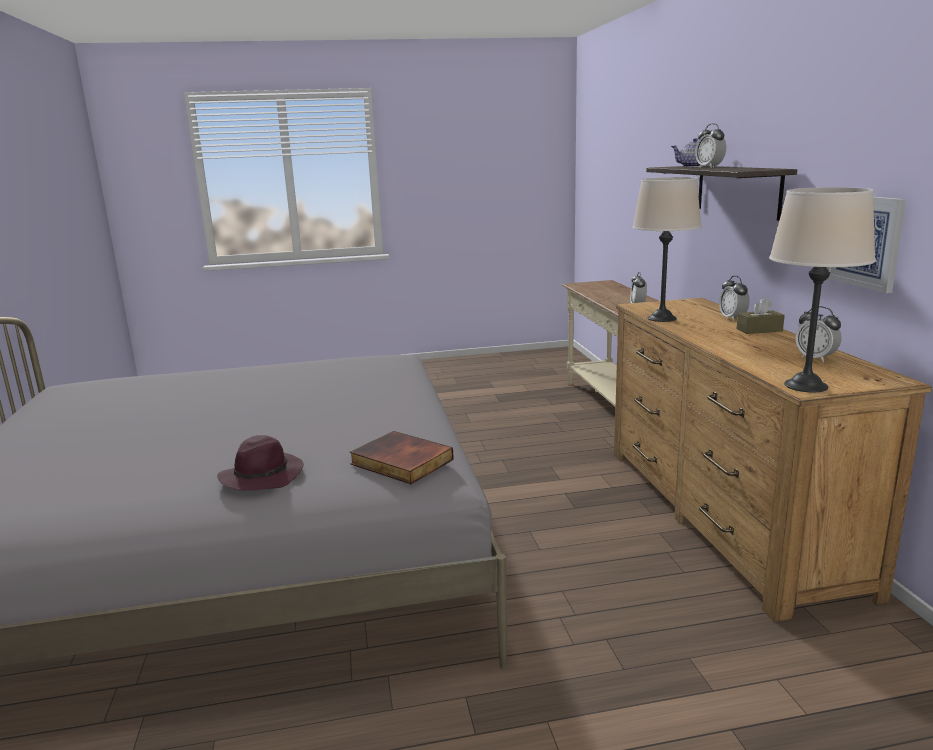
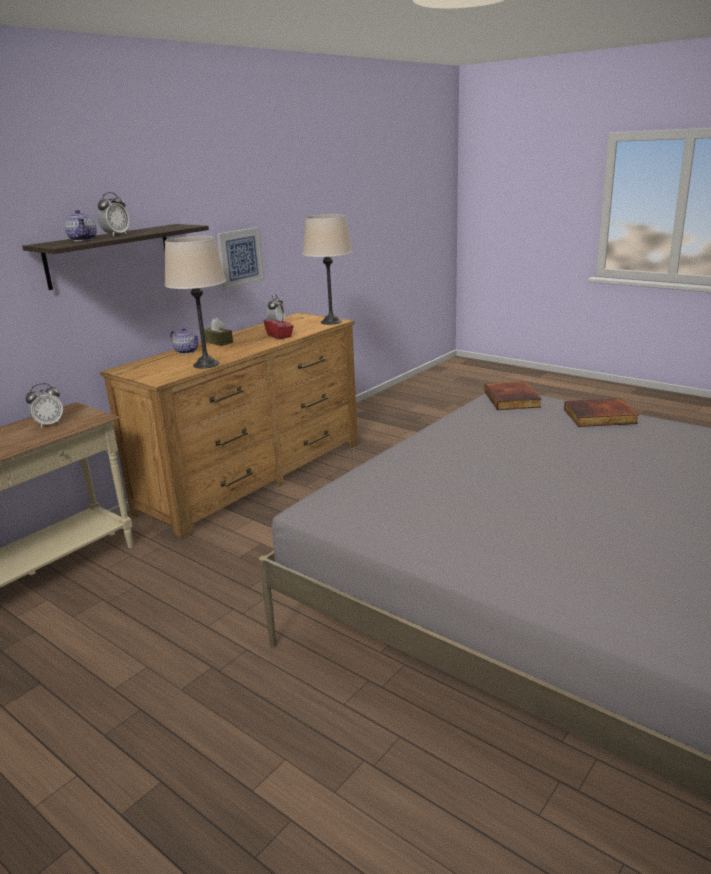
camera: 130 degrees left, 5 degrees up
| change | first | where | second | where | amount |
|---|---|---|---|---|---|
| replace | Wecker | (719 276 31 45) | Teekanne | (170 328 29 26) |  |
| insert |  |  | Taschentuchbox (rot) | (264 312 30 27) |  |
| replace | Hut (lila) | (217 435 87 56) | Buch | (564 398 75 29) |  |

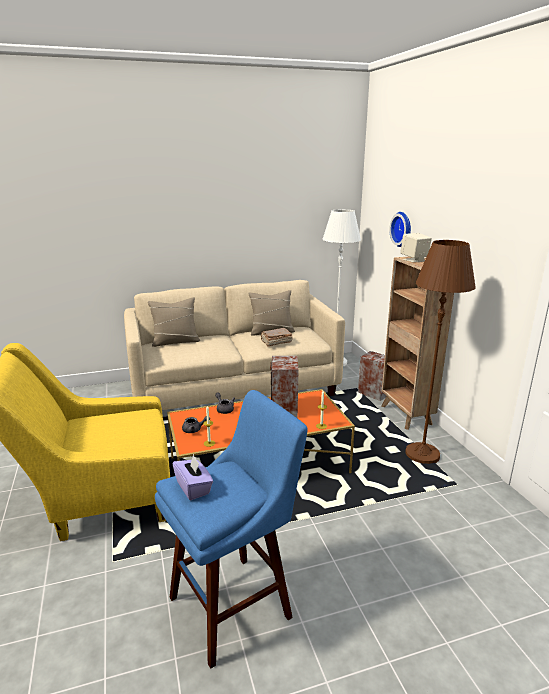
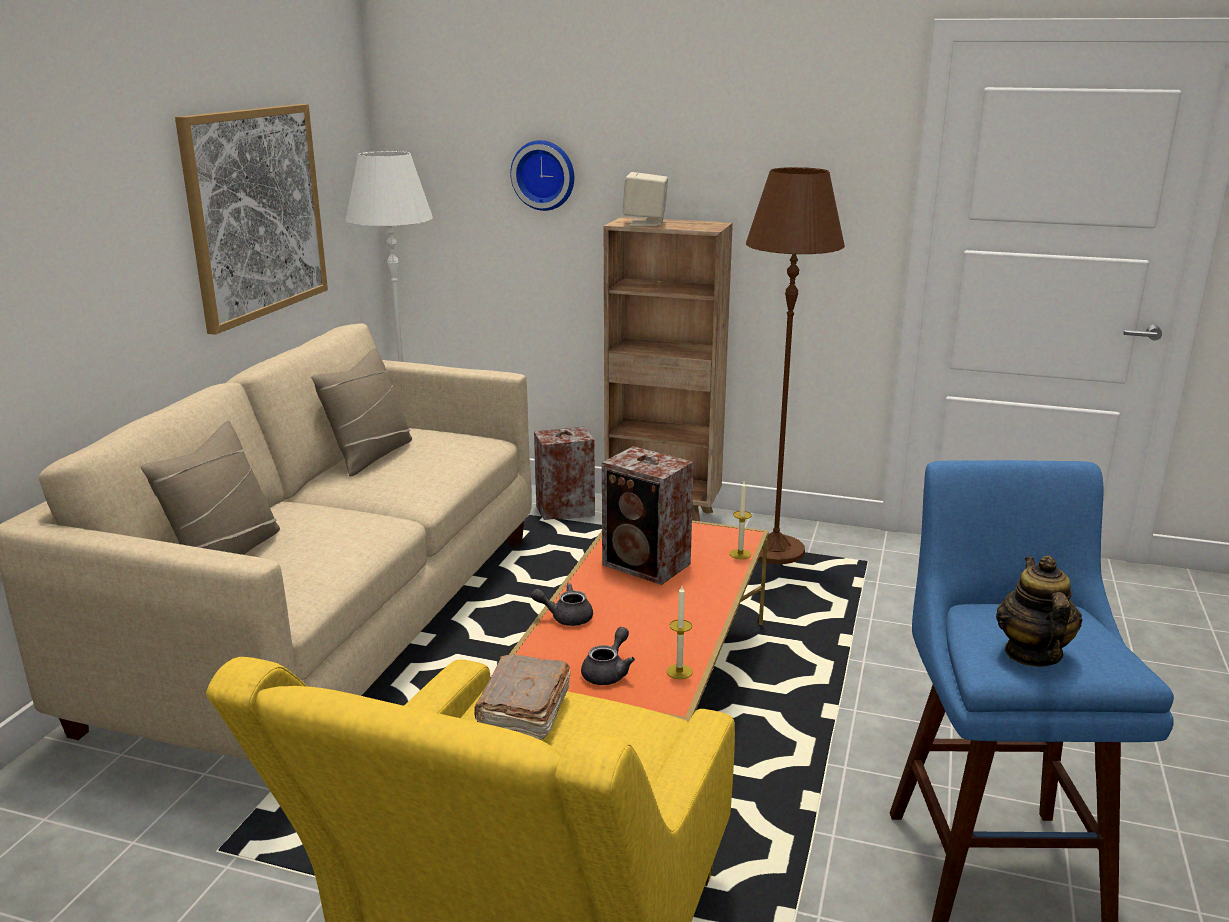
camera: 55 degrees left, 0 degrees up
| change | first | where | second | where | amount |
|---|---|---|---|---|---|
| insert |  |  | Bild | (175 104 153 231) |  |
| move | Buch (braun) | (261 328 32 19) |  | (475 654 96 86) |  |
| replace | Taschentuchbox (lila) | (173 454 40 46) | Teekanne | (996 555 86 112) |  |

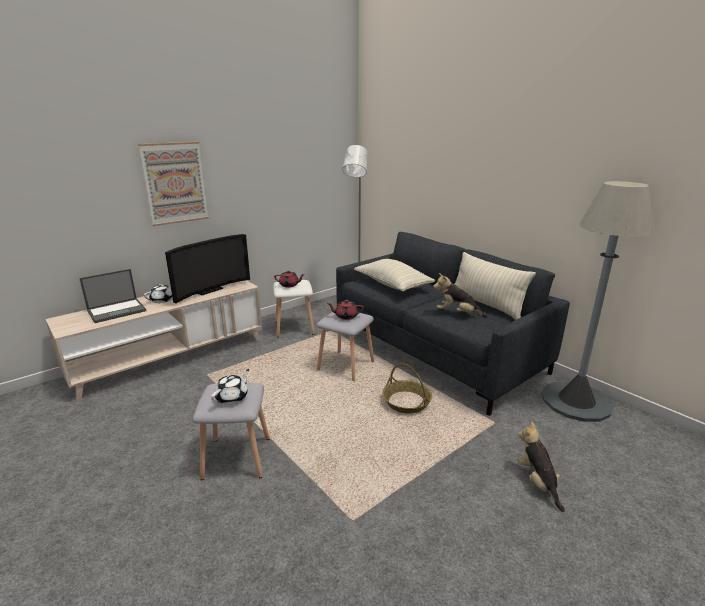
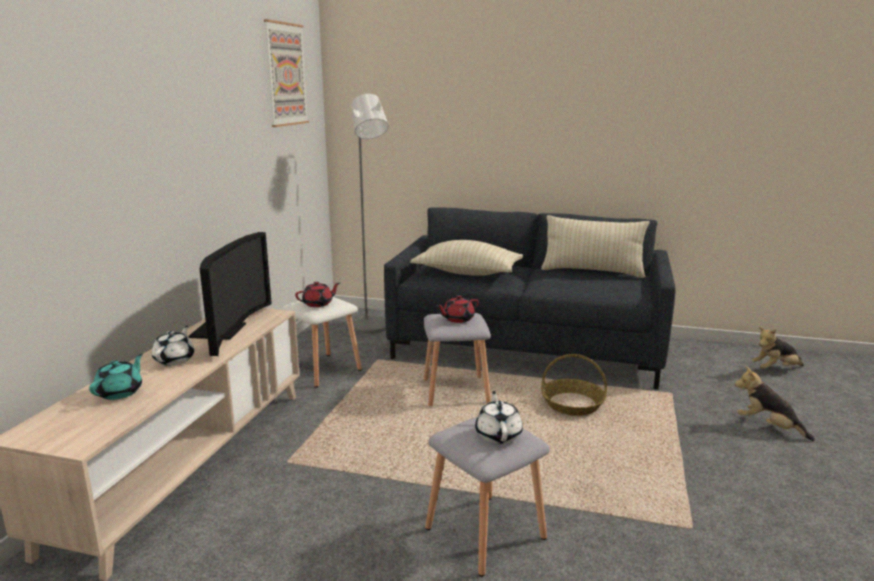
camera: 35 degrees left, 5 degrees down
| change | first | where | second | where | amount |
|---|---|---|---|---|---|
| replace | Laptop | (79 269 67 54) | Teekanne (türkis) | (89 354 54 46) |  |
| move | Bild | (138 142 71 84) |  | (264 19 45 108) |  |
| move | Plüschtier | (433 273 55 45) |  | (752 327 51 42) |  |
| delete | Stehlampe (grau) | (541 181 114 241) |  |  |  |

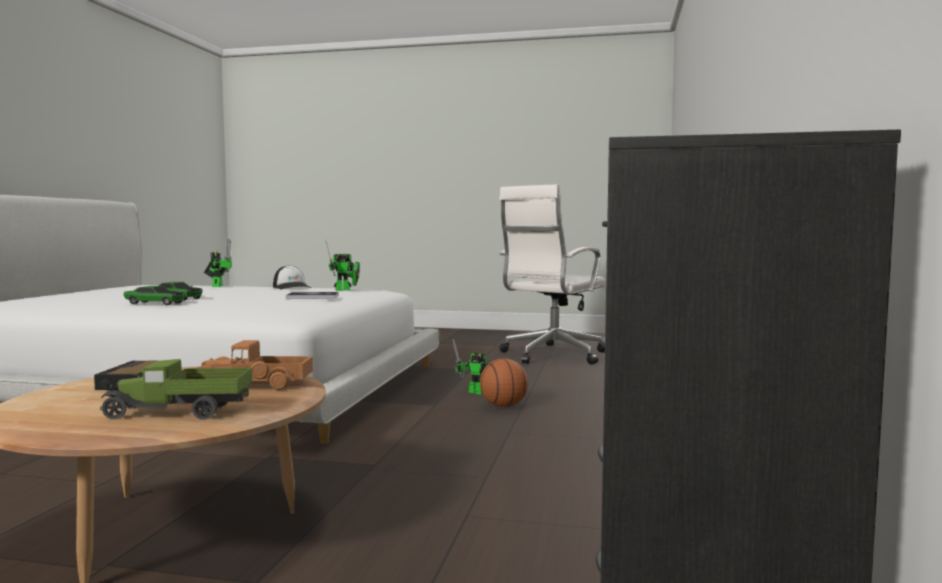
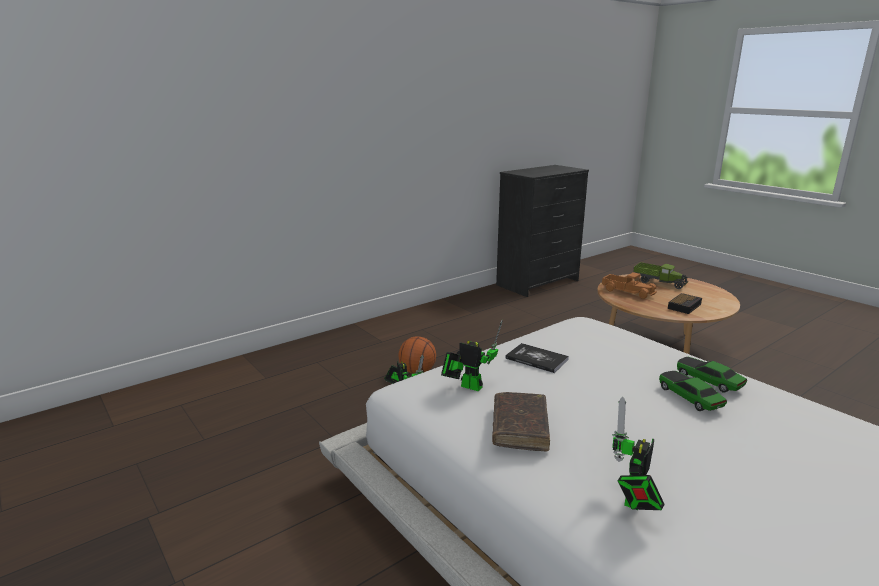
camera: 140 degrees left, 15 degrees up
| change | first | where | second | where | amount |
|---|---|---|---|---|---|
| replace | Kappe | (273 265 38 24) | Buch (braun) | (492 392 58 59) |  |
| delete | Bürostuhl (weiß) | (499 184 107 181) |  |  |  |

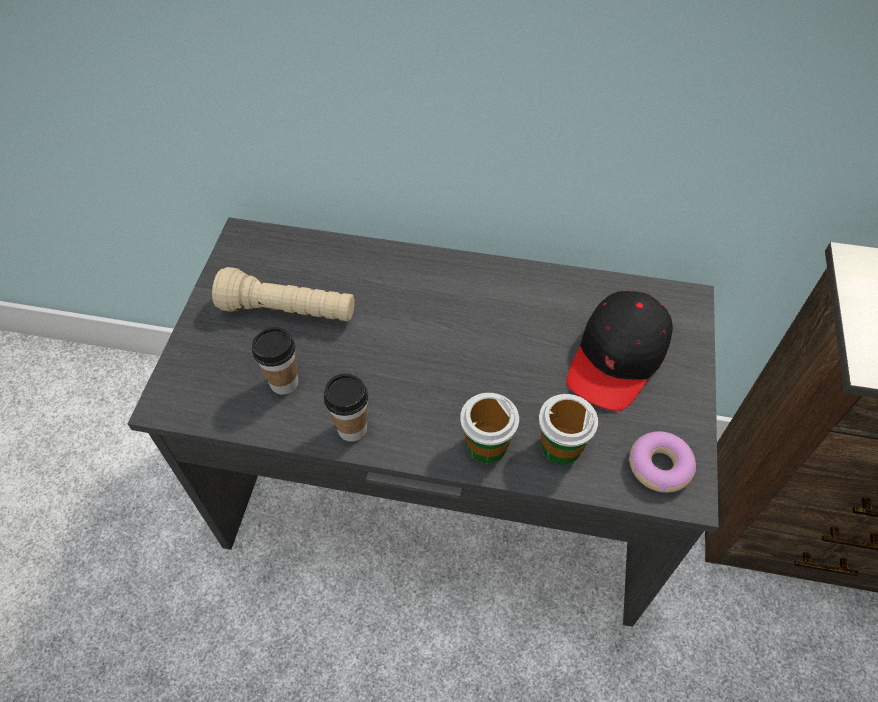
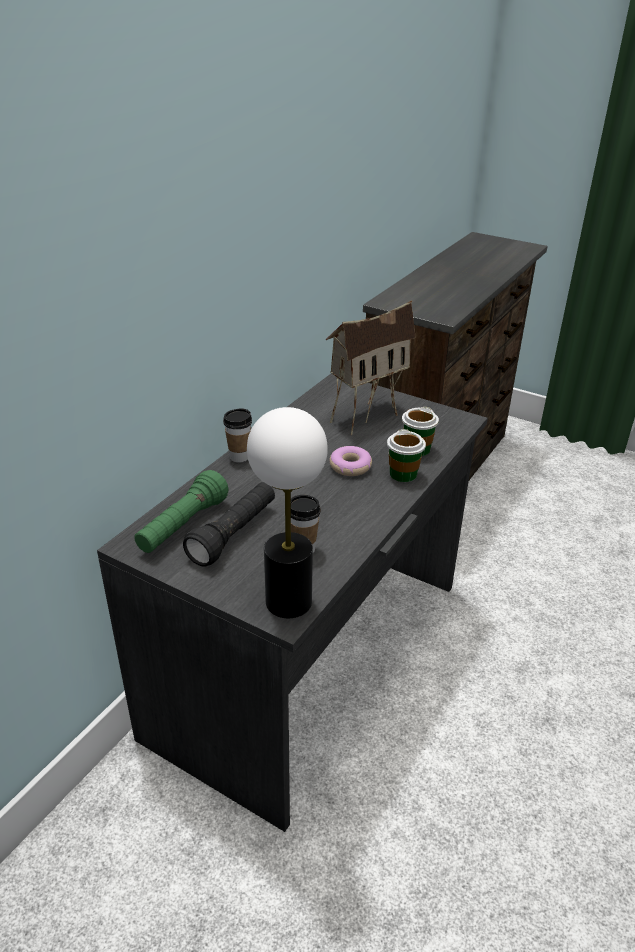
camera: 70 degrees left, 20 degrees down
| change | first | where | second | where | amount |
|---|---|---|---|---|---|
| insert |  |  | Taschenlampe (grün) | (134 470 94 83) |  |
| recolor | Taschenlampe (beige) | (212 267 143 54) | Taschenlampe (schwarz) | (183 482 92 84) |  |
| move | Tasse | (324 374 44 67) |  | (223 408 29 54) |  |
| insert |  |  | Tischlampe | (247 407 81 211) |  |
| replace | Kappe (schwarz) | (567 291 106 120) | Spielzeughaus | (326 300 90 135) |  |
| move | Donut | (629 431 67 62) |  | (330 446 42 30) |  |

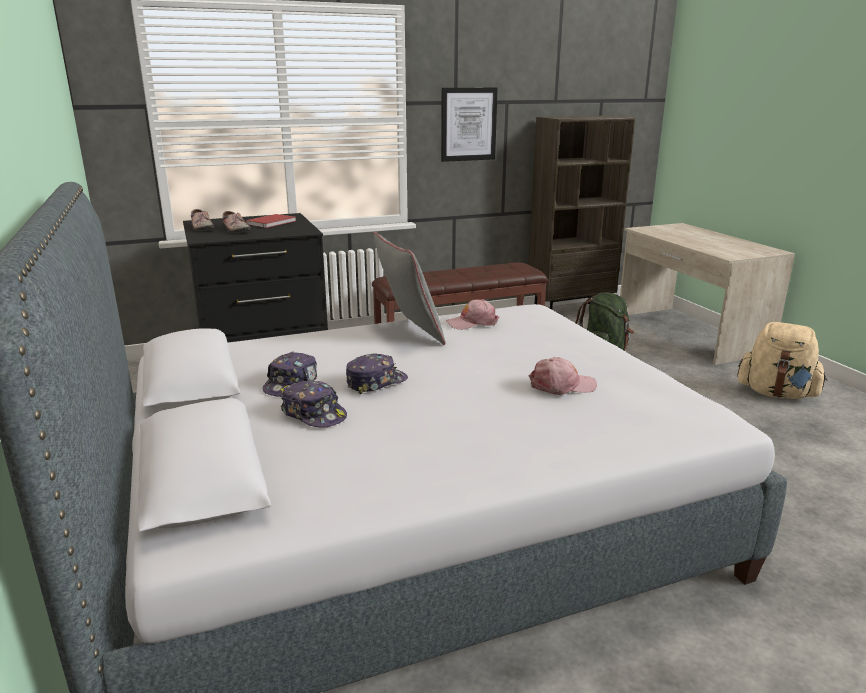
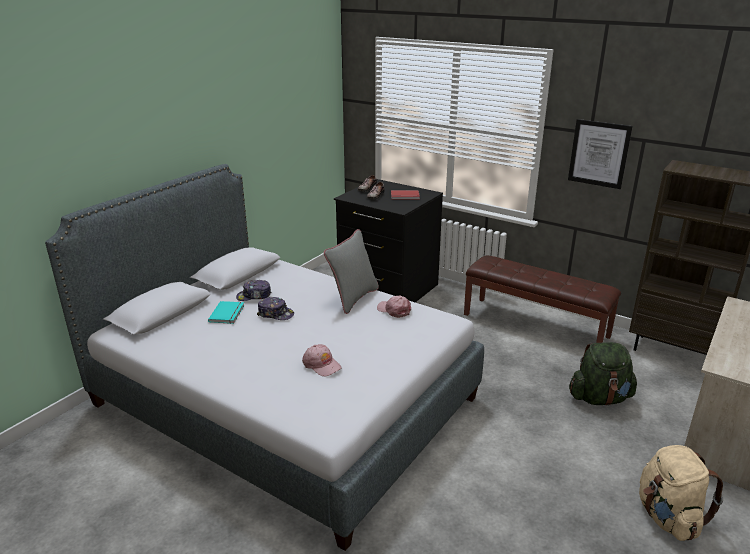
camera: 55 degrees right, 5 degrees up
| change | first | where | second | where | amount |
|---|---|---|---|---|---|
| replace | Kappe | (280 380 67 48) | Buch (türkis) | (208 301 36 23) |  |

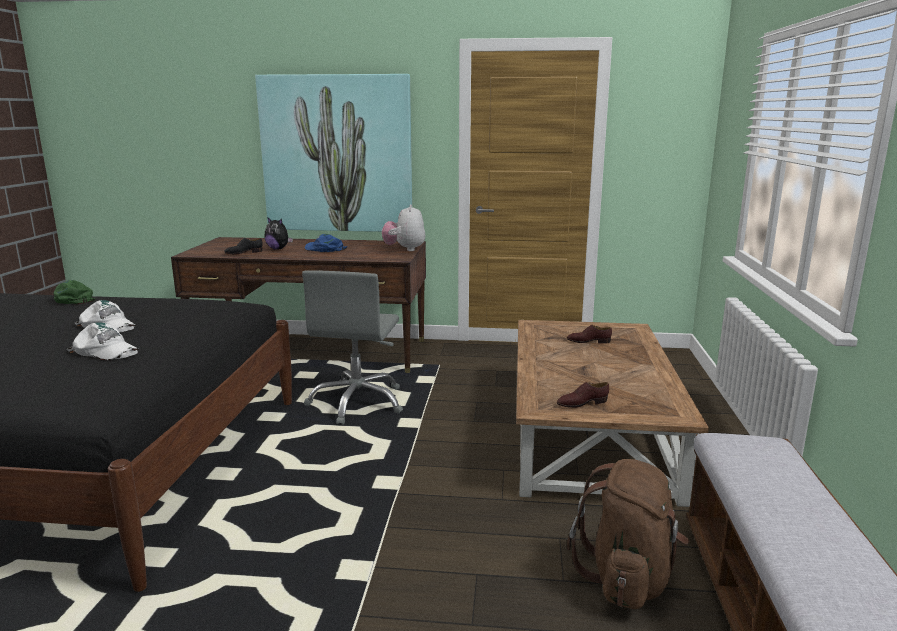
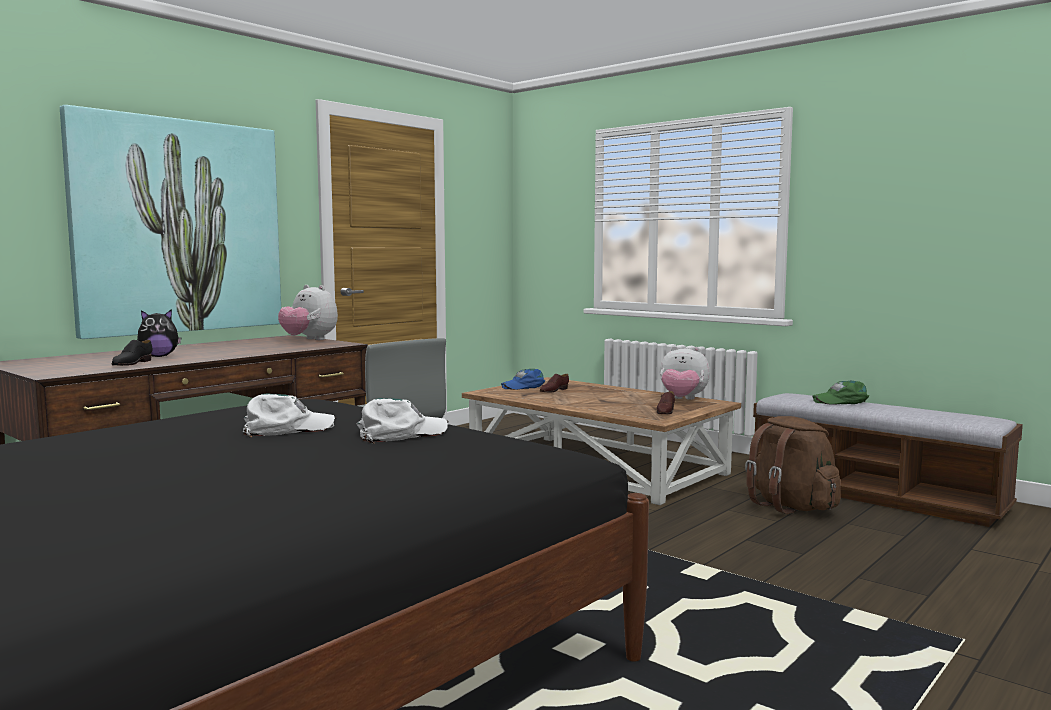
camera: 55 degrees left, 10 degrees down
| change | first | where | second | where | amount |
|---|---|---|---|---|---|
| move | Kappe (blau) | (305 234 42 18) |  | (501 369 44 21) |  |
| insert |  |  | Plüschtier | (660 346 50 54) |  |
| move | Kappe (grün) | (54 280 41 24) |  | (813 381 56 24) |  |

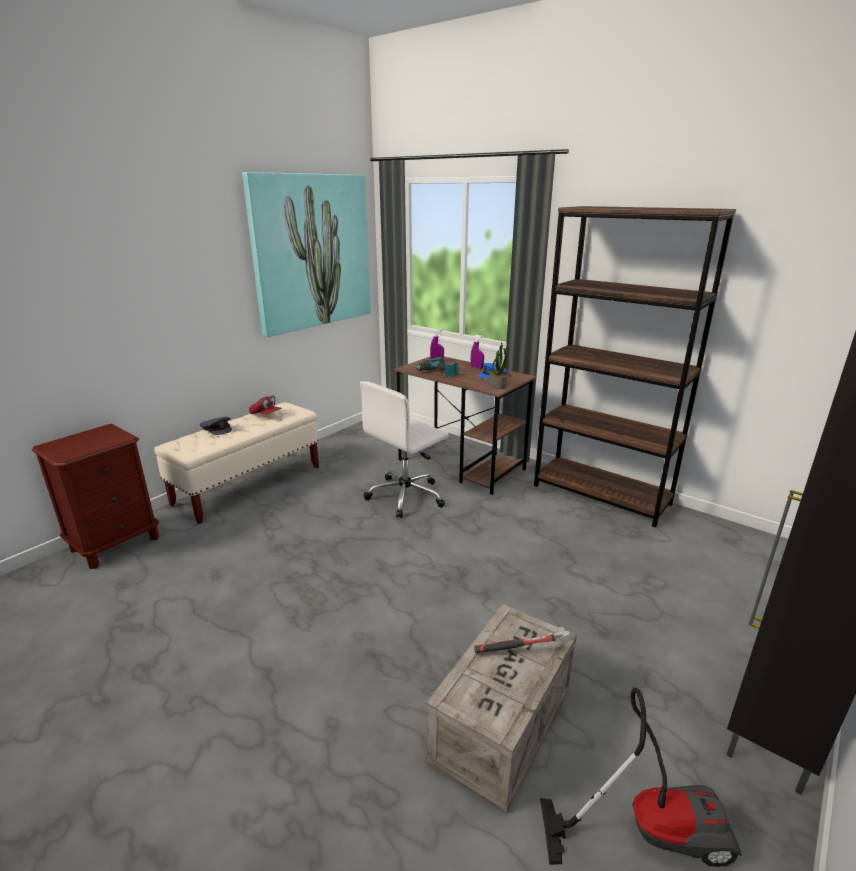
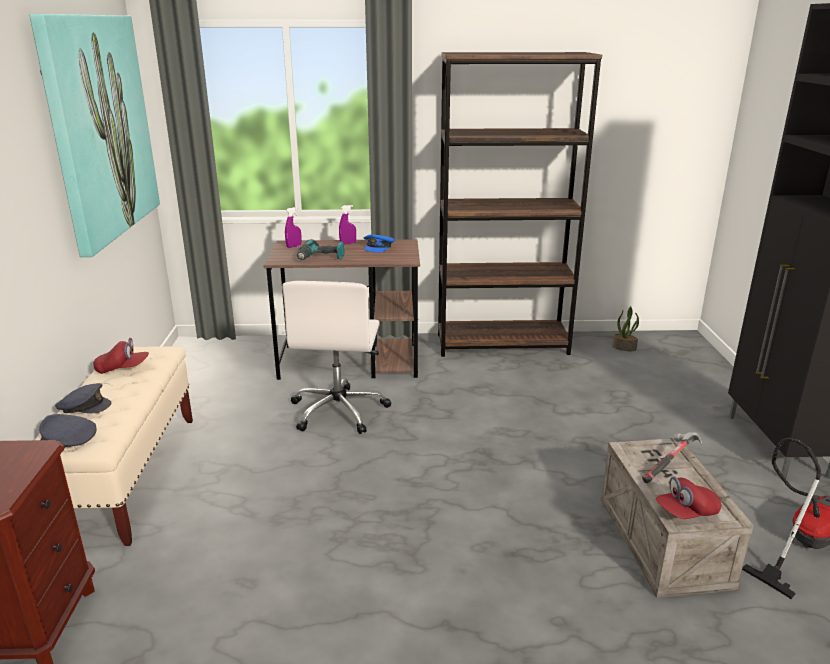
camera: 40 degrees left, 0 degrees up
| change | first | where | second | where | amount |
|---|---|---|---|---|---|
| insert |  |  | Kappe (grau) | (39 414 57 33) |  |
| move | Topfpflanze | (489 342 21 47) |  | (612 306 27 45) |  |
| insert |  |  | Kappe (rot) | (656 476 66 43) |  |

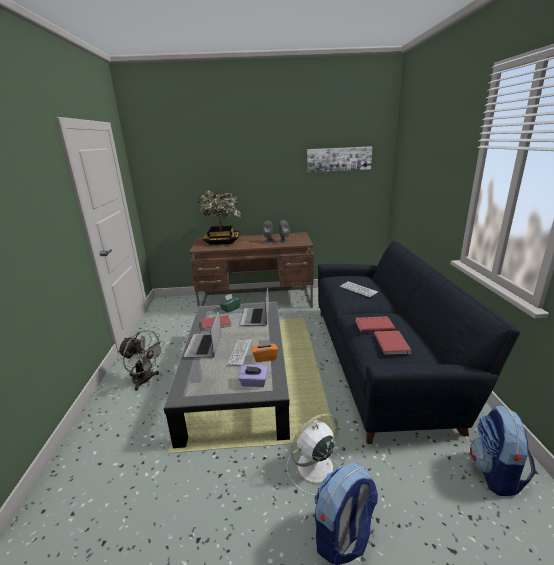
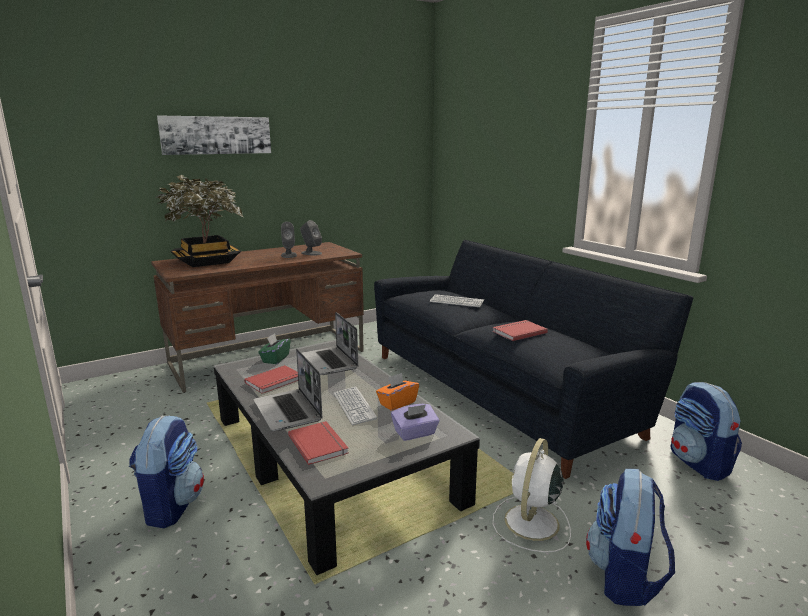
camera: 30 degrees left, 5 degrees down
| change | first | where | second | where | amount |
|---|---|---|---|---|---|
| replace | Ventilator (grau) | (118 330 47 61) | Rucksack | (129 416 75 112) |  |
| move | Bild | (307 146 65 26) |  | (157 115 114 40) |  |
| move | Buch (rot) | (374 330 38 25) |  | (288 421 60 44) |  |

